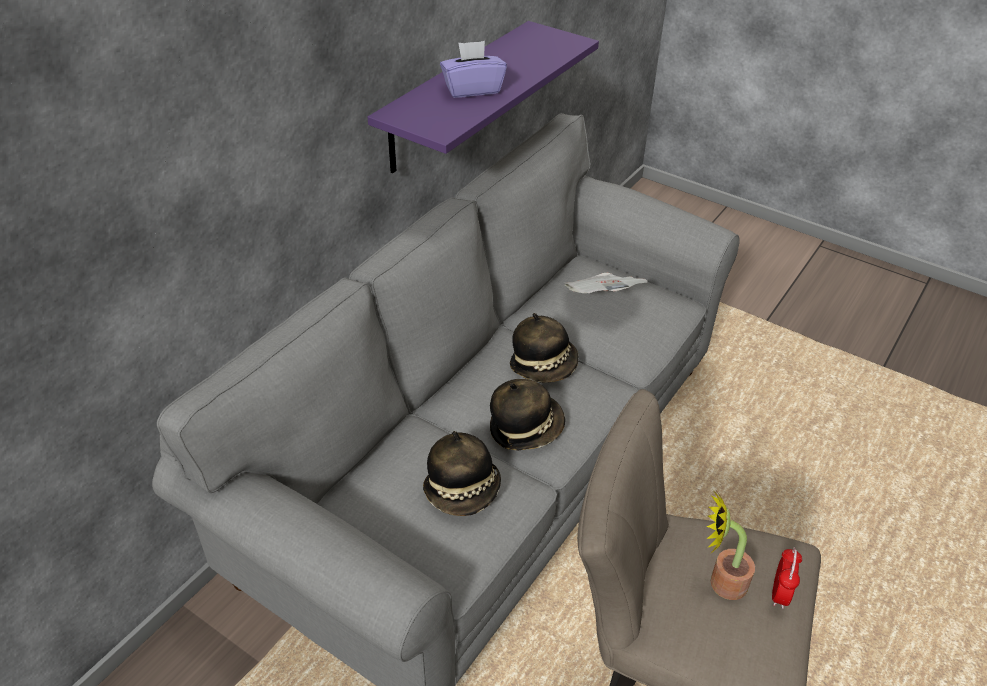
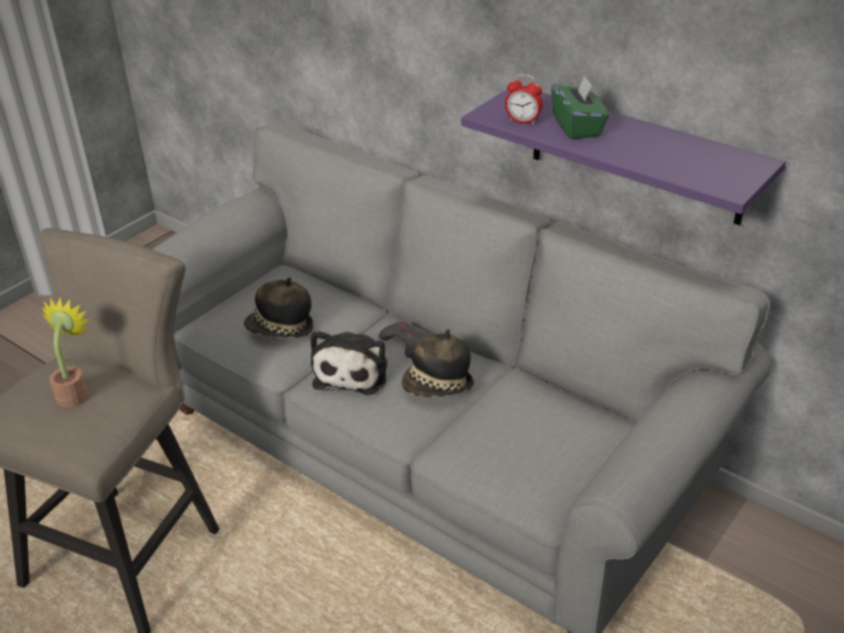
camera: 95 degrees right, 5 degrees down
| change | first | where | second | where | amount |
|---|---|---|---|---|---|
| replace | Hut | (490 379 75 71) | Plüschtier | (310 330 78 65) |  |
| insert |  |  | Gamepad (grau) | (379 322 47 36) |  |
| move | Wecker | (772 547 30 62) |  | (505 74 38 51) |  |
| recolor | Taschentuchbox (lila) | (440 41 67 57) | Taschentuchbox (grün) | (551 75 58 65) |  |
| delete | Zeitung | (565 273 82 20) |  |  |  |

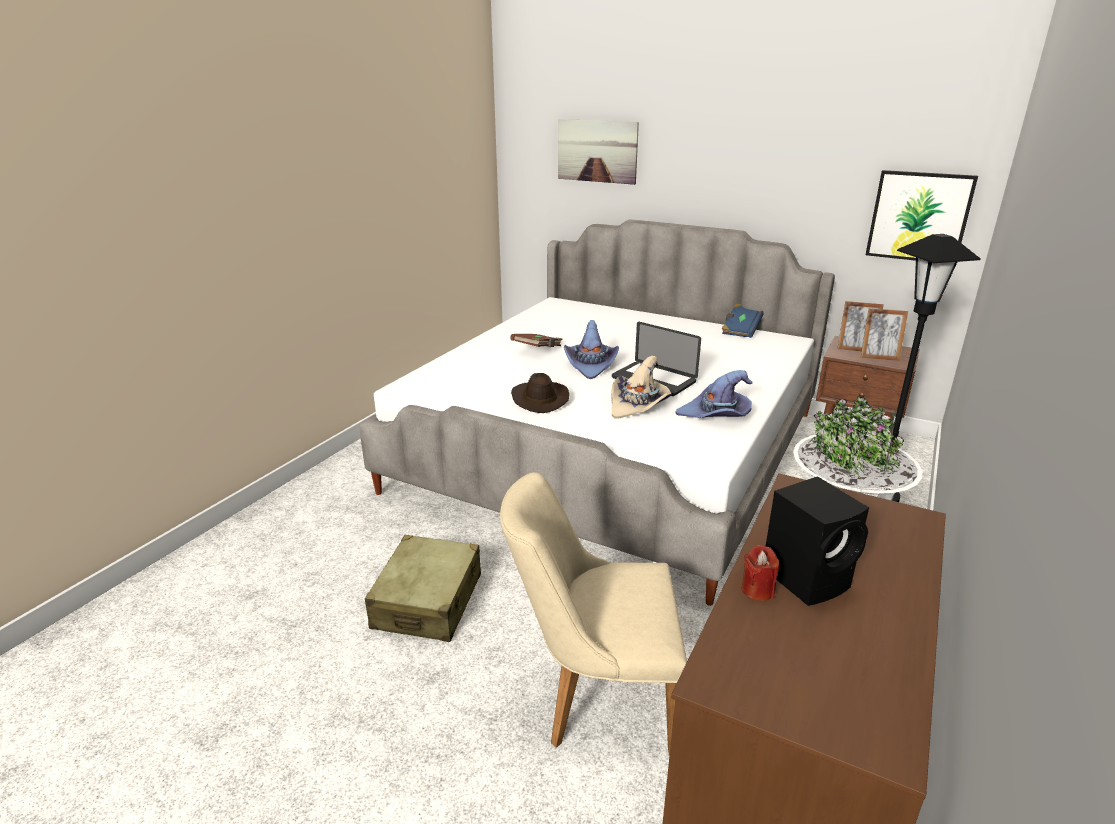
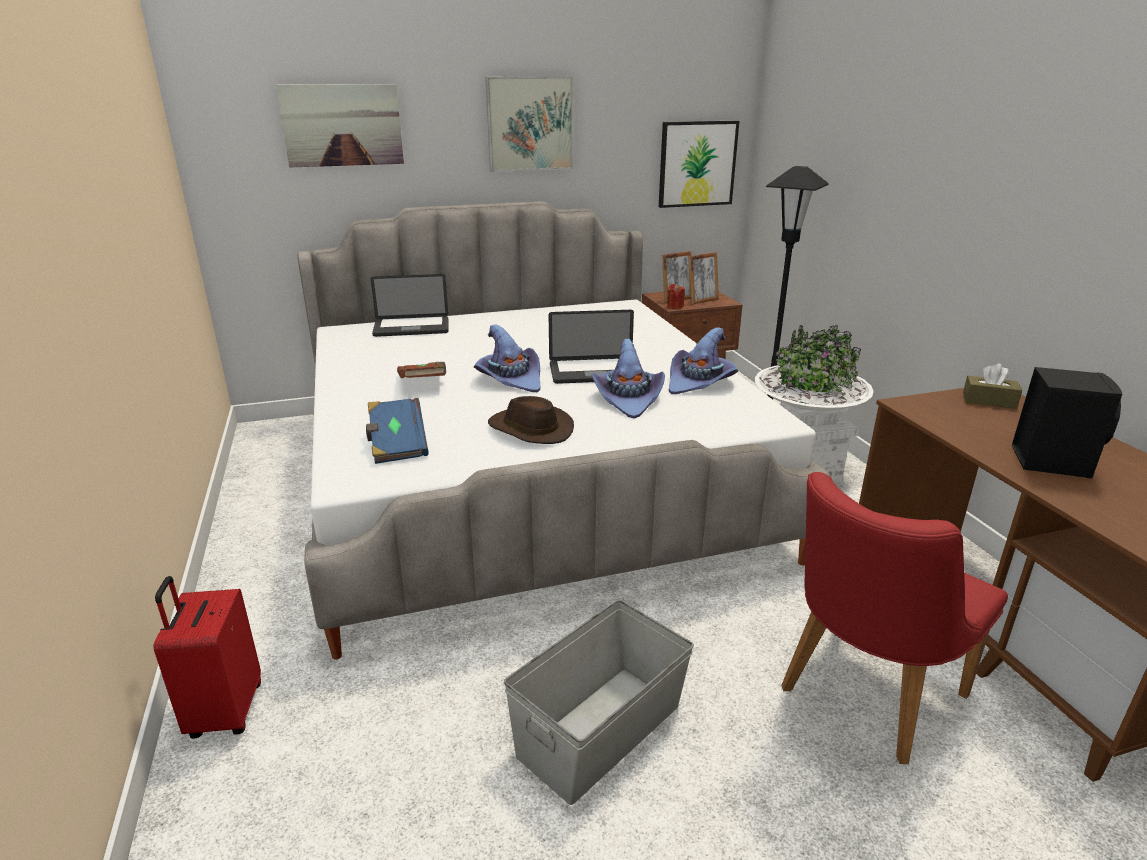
camera: 45 degrees left, 0 degrees up
| change | first | where | second | where | amount |
|---|---|---|---|---|---|
| insert |  |  | Koffer (rot) | (153 576 108 163) |  |
| move | Buch (blau) | (722 304 42 34) |  | (366 398 62 66) |  |
| insert |  |  | Laptop | (371 274 77 63) |  |
| insert |  |  | Bild | (485 76 88 96) |  |
| replace | Koffer (beige) | (365 535 116 107) | Aufbewahrungsbox (grau) | (504 600 190 205) |  |
| recolor | Hut (beige) | (611 356 61 63) | Hut (lila) | (591 339 74 79) |  |
| move | Kerze (rot) | (742 545 37 56) |  | (667 284 18 25) |  |
| recolor | Stuhl (beige) | (500 472 187 283) | Stuhl (rot) | (781 472 227 292) |  |
| insert |  |  | Taschentuchbox (braun) | (963 364 59 45) |  |

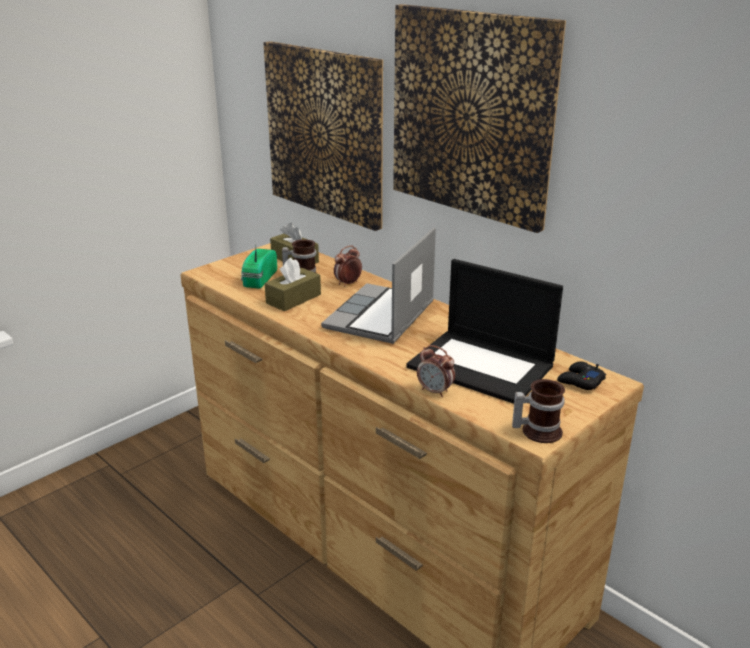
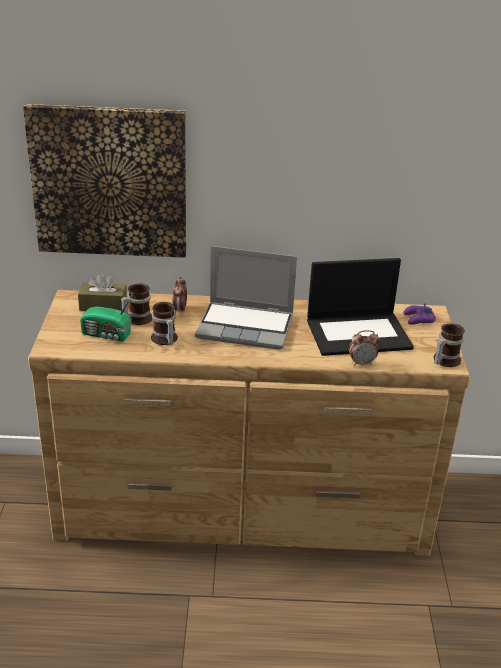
camera: 45 degrees left, 5 degrees up
| change | first | where | second | where | amount |
|---|---|---|---|---|---|
| rotate | Radio | (241 246 36 43) |  | (80 294 53 48) | 45 degrees counterclockwise |
| replace | Taschentuchbox (braun) | (265 258 56 53) | Henkelbecher | (151 302 27 43) |  |
| rotate | Laptop | (321 227 115 117) |  | (195 246 102 104) | 60 degrees counterclockwise |
| recolor | Gamepad (schwarz) | (557 361 49 29) | Gamepad (lila) | (403 303 33 22) |  |
| delete | Bild | (393 4 173 229) |  |  |  |

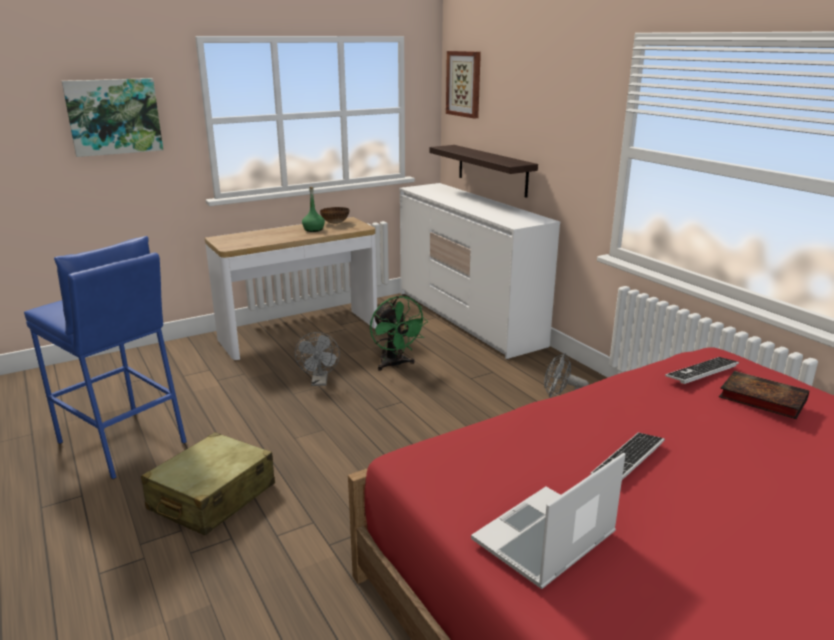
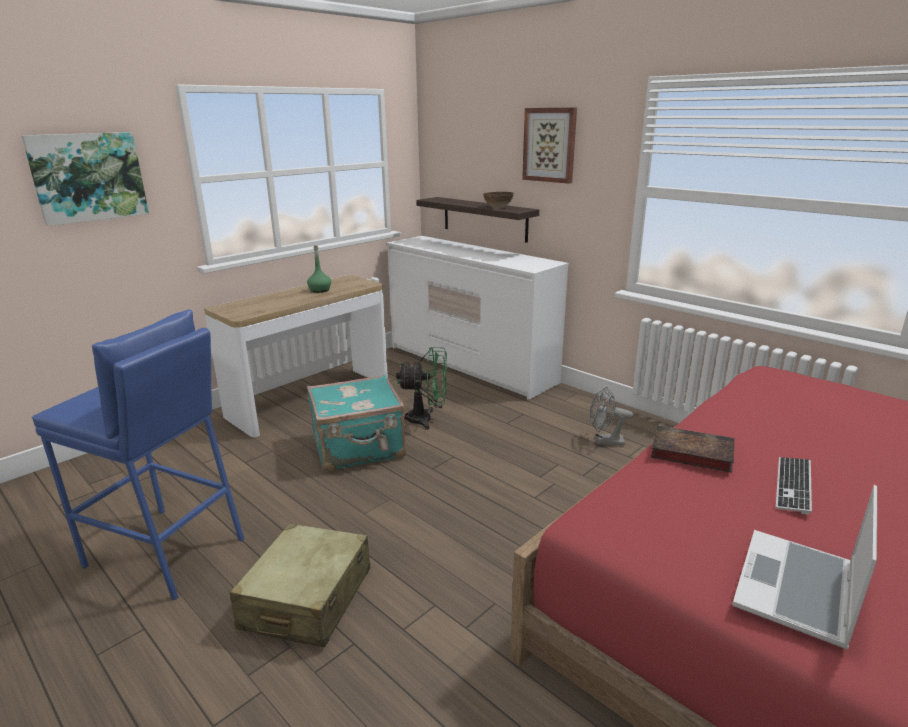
camera: 15 degrees left, 0 degrees up
| change | first | where | second | where | amount |
|---|---|---|---|---|---|
| replace | Ventilator (grau) | (295 332 45 54) | Koffer (türkis) | (307 375 99 97) |  |
| rotate | Ventilator (grün) | (370 296 58 75) |  | (396 347 51 83) | 45 degrees counterclockwise |
| move | Schüssel | (320 207 29 17) |  | (483 192 30 16) |  |
| move | Bild | (446 51 35 67) |  | (522 107 55 77) |  |
| move | Buch | (719 371 91 48) |  | (651 425 84 48) |  |
| delete | Tastatur | (665 357 74 27) |  |  |  |

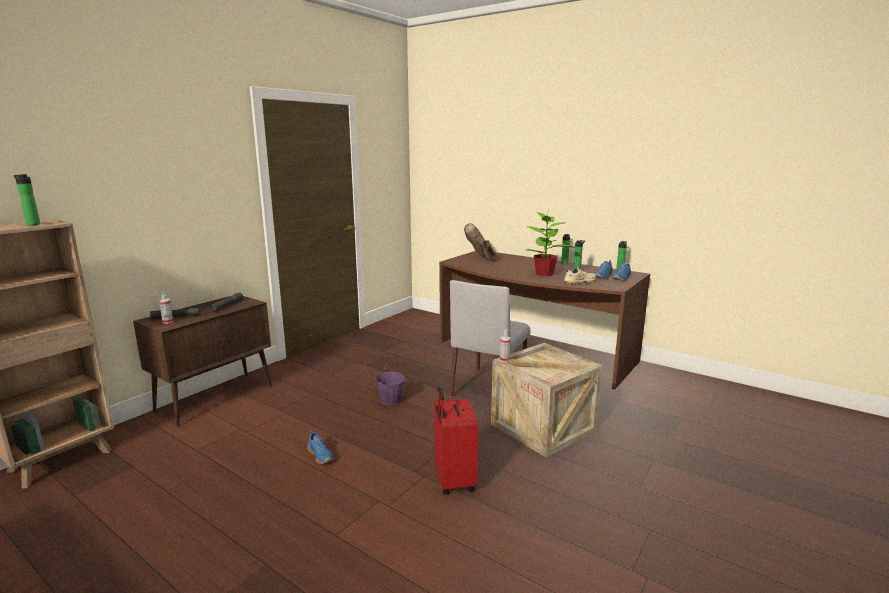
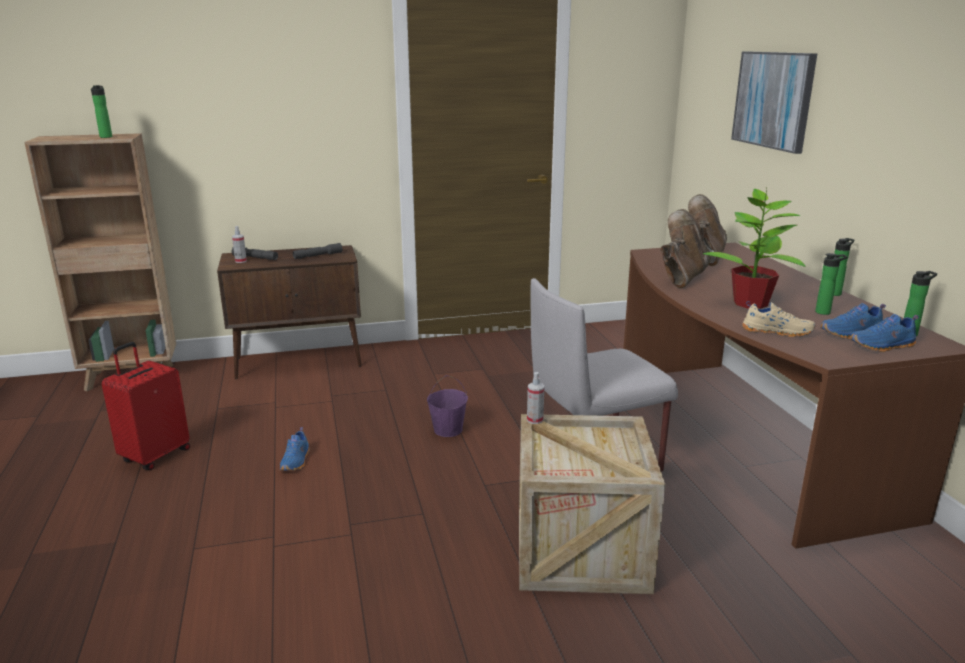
camera: 40 degrees right, 5 degrees up
| change | first | where | second | where | amount |
|---|---|---|---|---|---|
| move | Koffer (rot) | (434 387 45 107) |  | (102 342 88 128) |  |
| insert |  |  | Stiefel (braun) | (660 209 51 79) |  |
| insert |  |  | Bild | (731 52 86 102) |  |

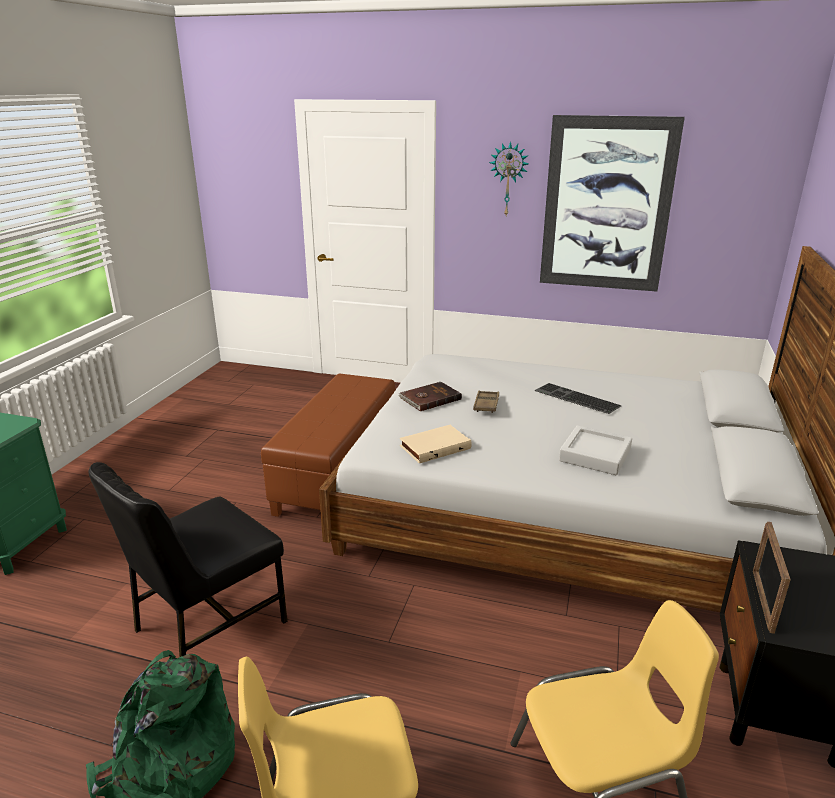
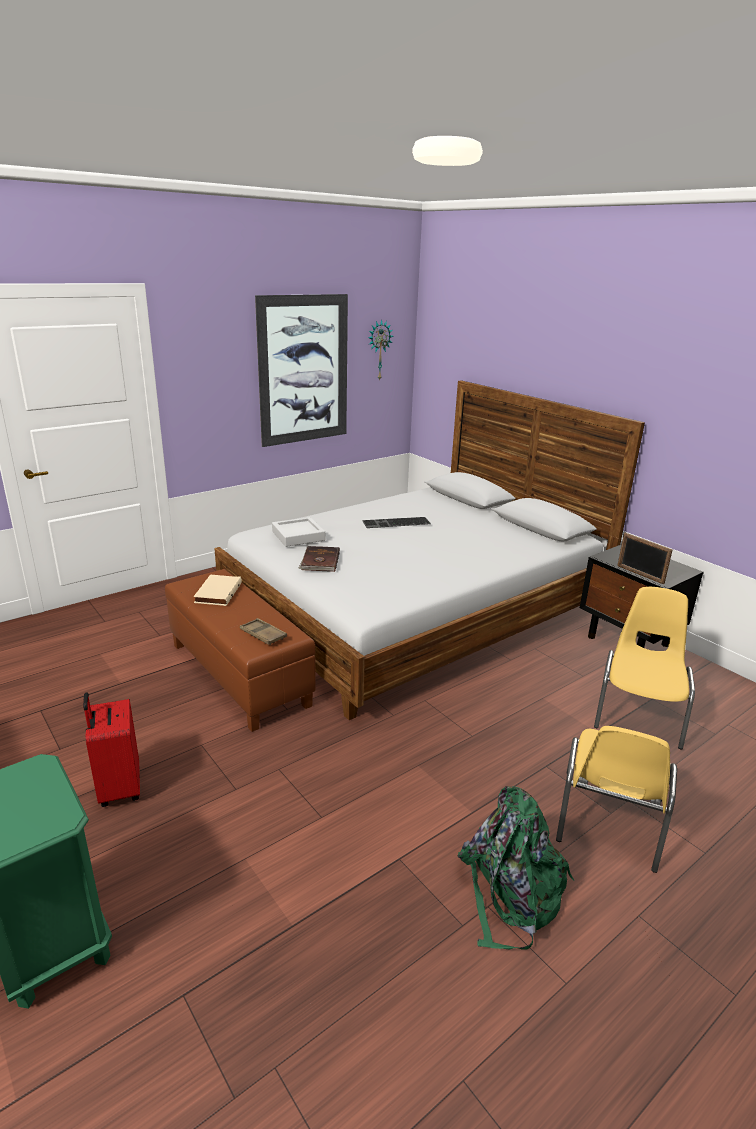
camera: 55 degrees left, 0 degrees up
| change | first | where | second | where | amount |
|---|---|---|---|---|---|
| insert |  |  | Koffer (rot) | (83 692 57 115) |  |
| move | Buch (beige) | (400 425 72 38) |  | (194 575 48 31) |  |
| move | Tablett (braun) | (473 391 26 22) |  | (240 618 47 27) |  |
| move | Tablett (grau) | (559 425 73 50) |  | (272 517 53 30) |  |
| move | Wanduhr | (489 141 40 75) |  | (368 320 26 61) |  |
| delete | Stuhl (schwarz) | (88 462 199 195) |  |  |  |

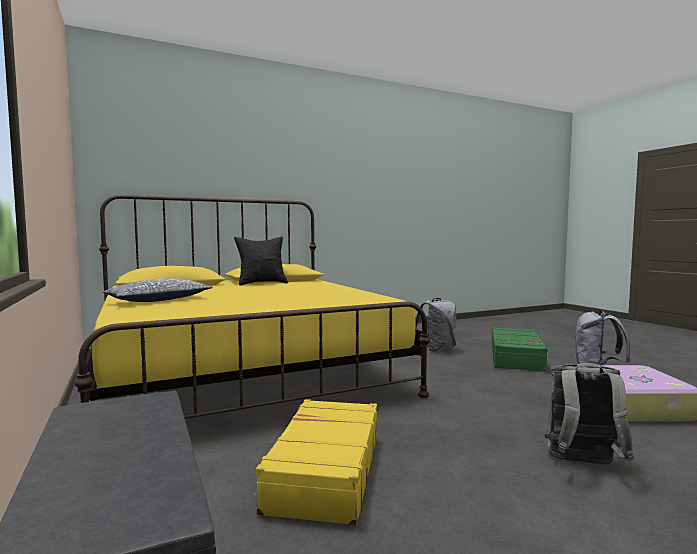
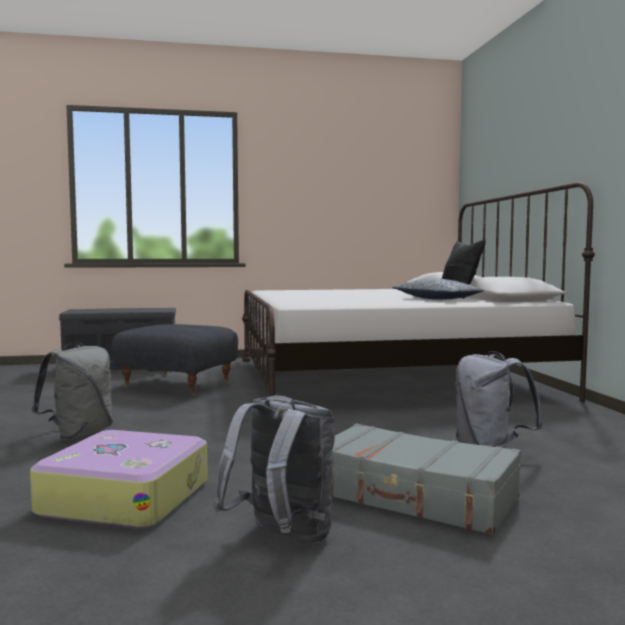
camera: 105 degrees right, 0 degrees up
| change | first | where | second | where | amount |
|---|---|---|---|---|---|
| replace | Koffer (gelb) | (255 399 122 126) | Polsterhocker (grau) | (112 324 126 72) |  |
| recolor | Bett (gelb) | (74 195 356 224) | Bett (weiß) | (242 182 353 220) |  |
| recolor | Koffer (grün) | (492 327 58 45) | Koffer (grau) | (330 423 191 112) |  |
| move | Kissen | (103 278 110 24) |  | (392 278 92 22) |  |

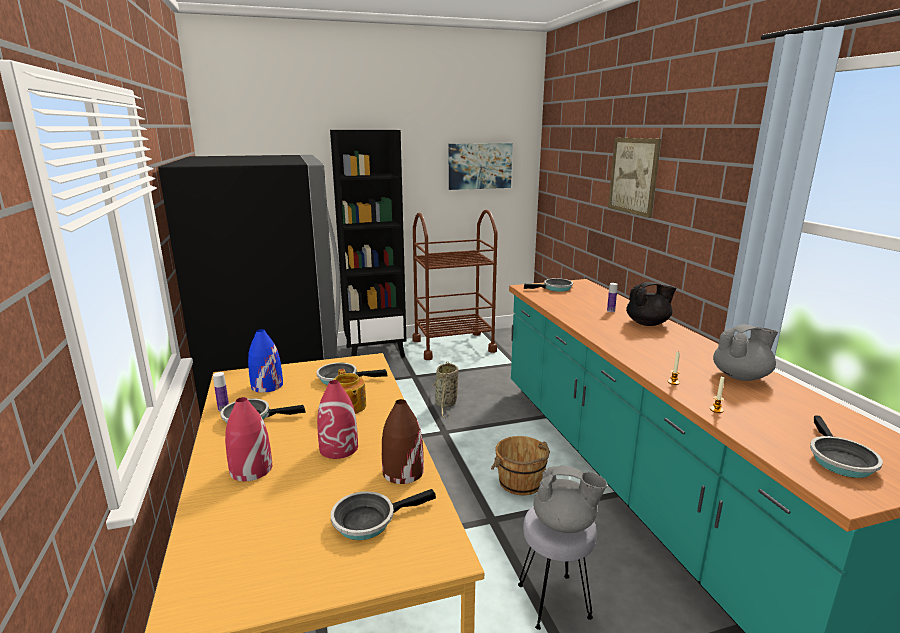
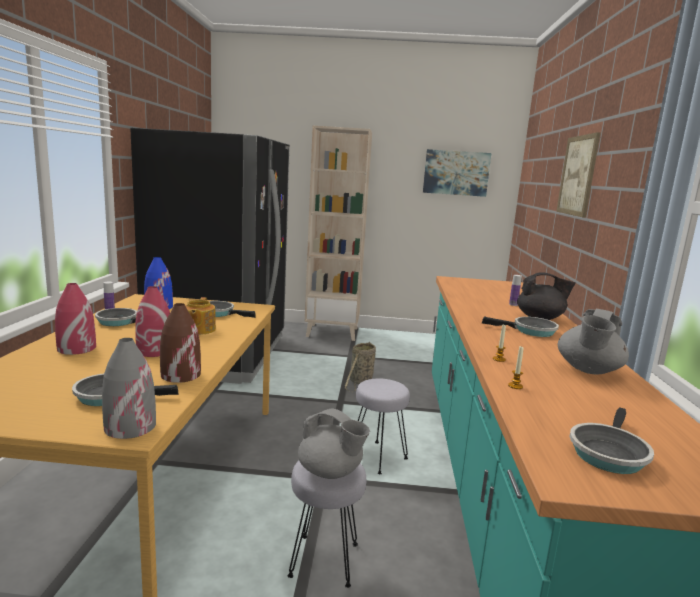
camera: 20 degrees right, 5 degrees down
| change | first | where | second | where | amount |
|---|---|---|---|---|---|
| insert |  |  | Vase (grau) | (102 338 54 101) |  |
| recolor | Bücherregal (schwarz) | (330 130 76 227) | Bücherregal (beige) | (305 126 67 215) |  |
| replace | Eimer (braun) | (491 436 59 59) | Hocker (grau) | (356 378 54 96) |  |
| move | Pfanne | (524 278 49 14) |  | (482 316 77 21) |  |
| rotate | Teekanne (grau) | (713 324 65 57) |  | (558 309 71 65) | 120 degrees clockwise |
| delete | Rollwagen (braun) | (412 210 86 150) |  |  |  |

